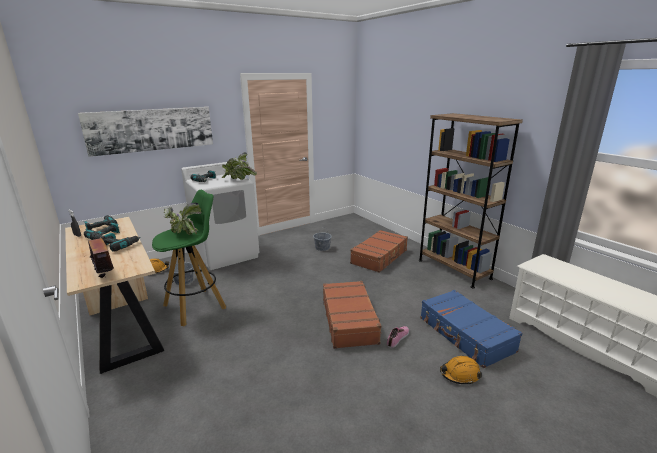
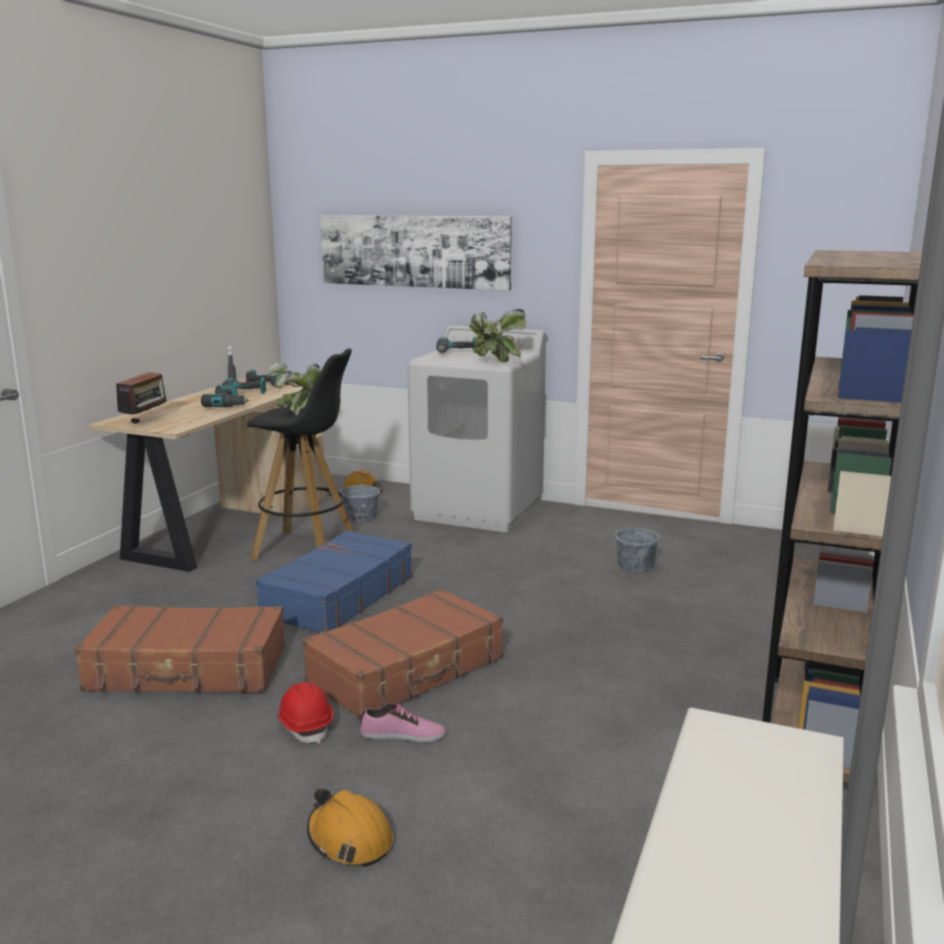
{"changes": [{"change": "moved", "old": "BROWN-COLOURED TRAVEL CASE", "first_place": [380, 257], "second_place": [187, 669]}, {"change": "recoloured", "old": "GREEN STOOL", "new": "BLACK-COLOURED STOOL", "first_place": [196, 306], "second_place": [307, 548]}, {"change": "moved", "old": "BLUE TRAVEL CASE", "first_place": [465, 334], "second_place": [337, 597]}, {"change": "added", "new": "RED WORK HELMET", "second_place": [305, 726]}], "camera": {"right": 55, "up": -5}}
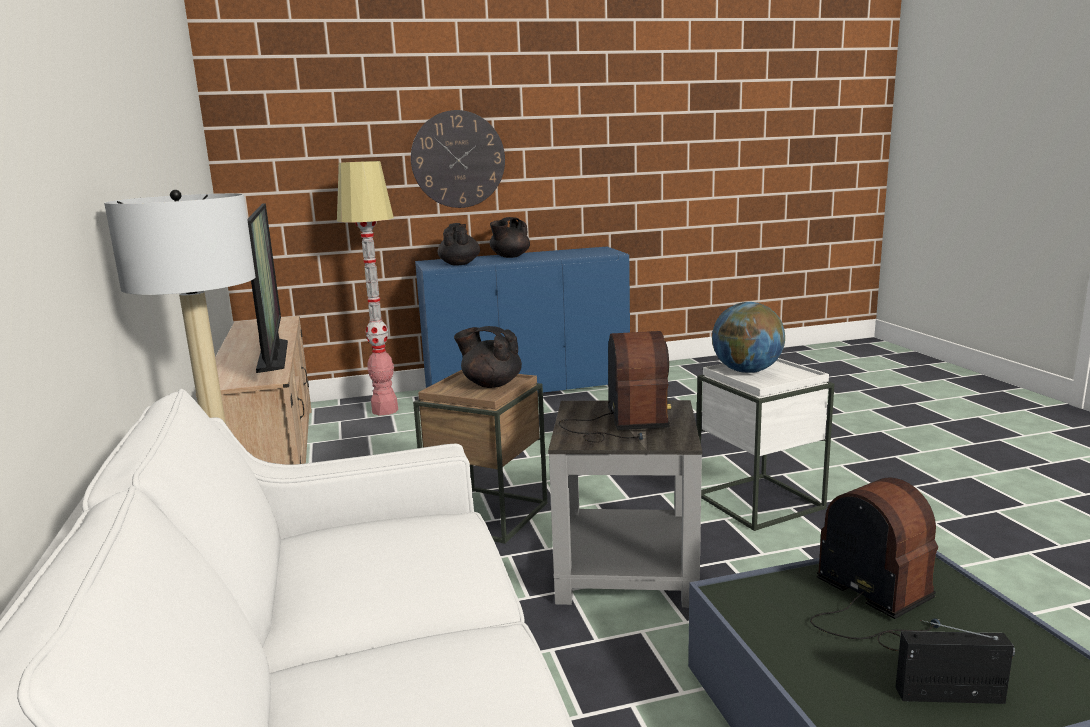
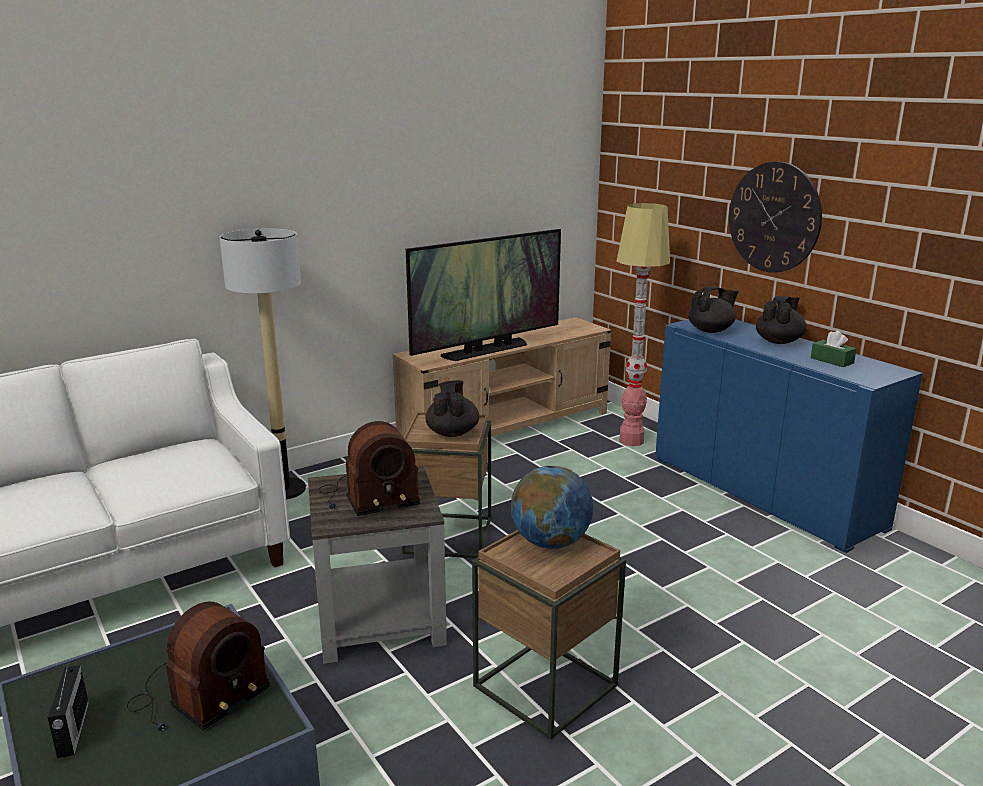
{"changes": [{"change": "recoloured", "old": "WHITE SIDE TABLE", "new": "BROWN-COLOURED SIDE TABLE", "first_place": [758, 501], "second_place": [545, 685]}, {"change": "turned", "old": "BLACK-COLOURED TEA POT", "first_place": [509, 257], "second_place": [779, 341], "degrees": 105}, {"change": "added", "new": "GREEN BOX OF TISSUES", "second_place": [832, 360]}], "camera": {"right": 70, "up": 5}}
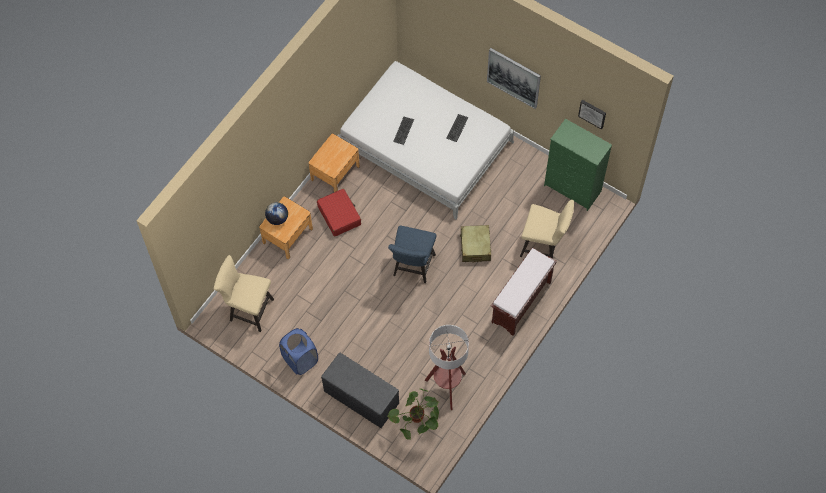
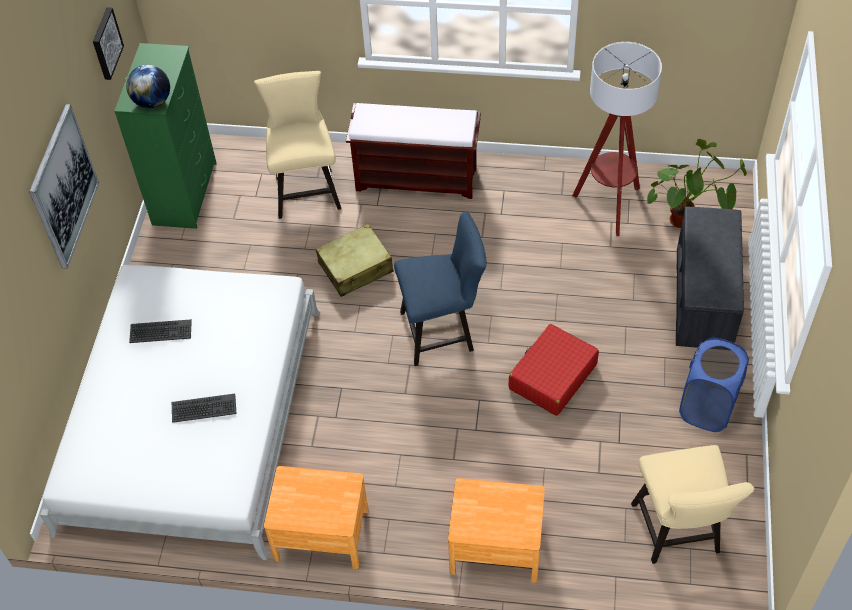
{"changes": [{"change": "moved", "old": "DESK GLOBE", "first_place": [277, 219], "second_place": [152, 102]}, {"change": "moved", "old": "RED TRAVEL CASE", "first_place": [339, 215], "second_place": [552, 377]}], "camera": {"right": -115, "up": -10}}
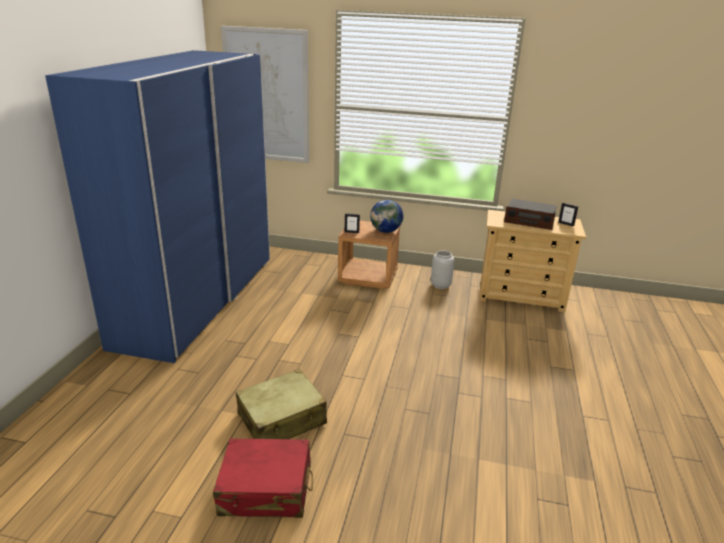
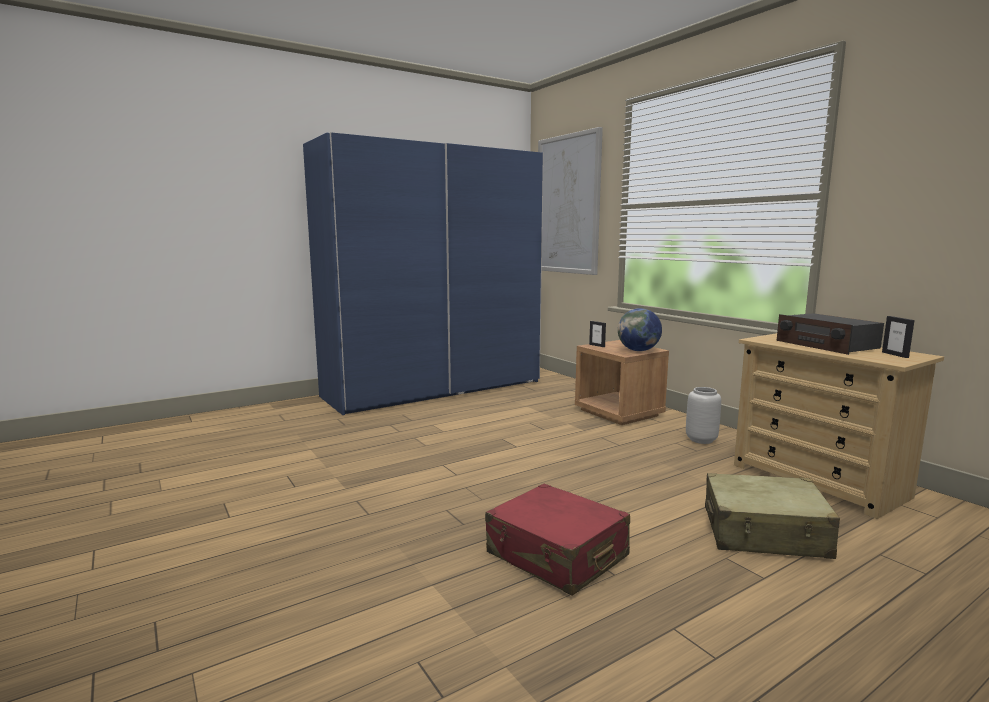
{"changes": [{"change": "moved", "old": "RED TRAVEL CASE", "first_place": [266, 489], "second_place": [556, 555]}, {"change": "moved", "old": "BEIGE-COLOURED TRAVEL CASE", "first_place": [282, 419], "second_place": [764, 533]}], "camera": {"right": 45, "up": -15}}
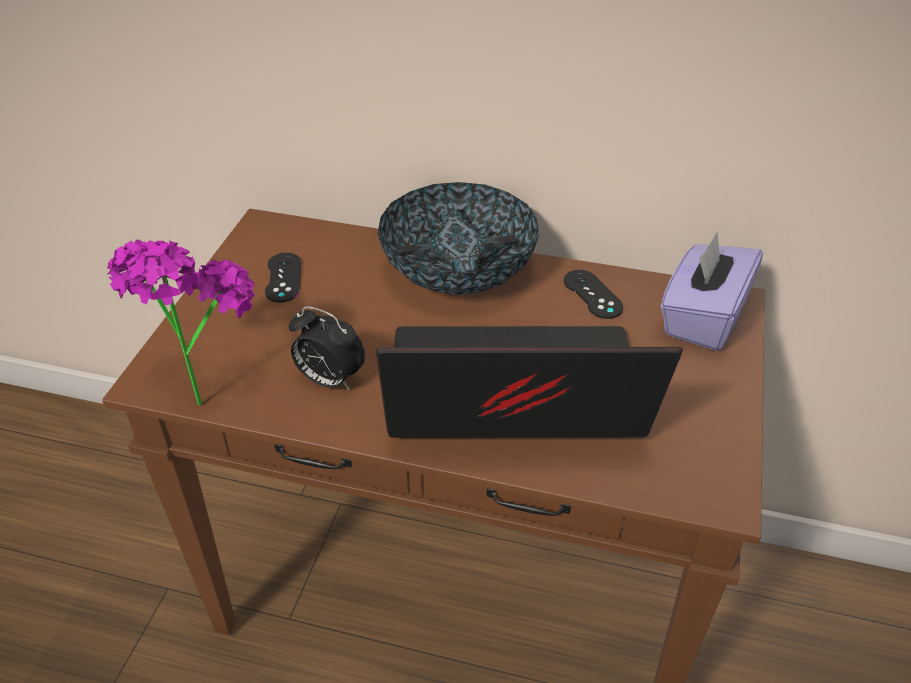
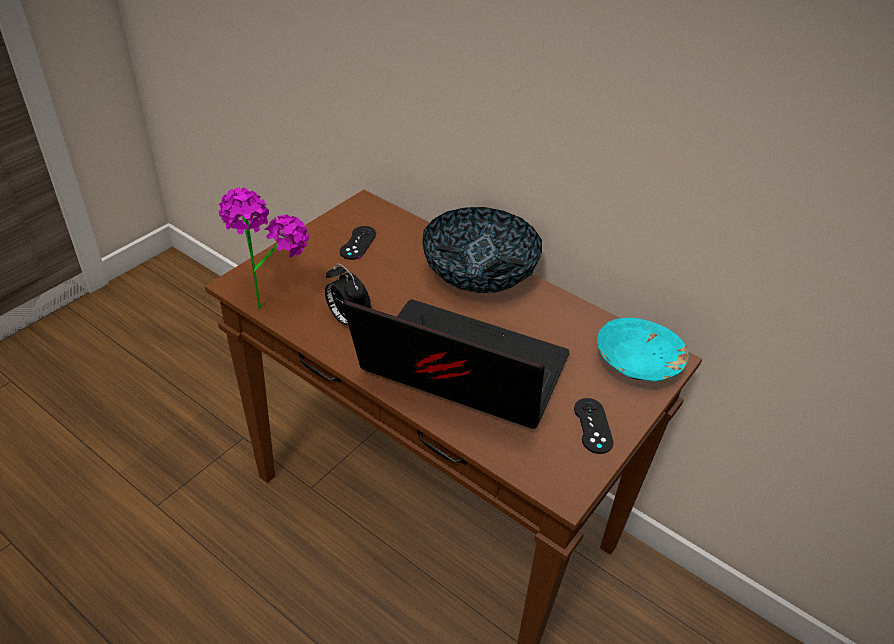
{"changes": [{"change": "moved", "old": "BLACK-COLOURED GAME CONTROLLER", "first_place": [592, 294], "second_place": [593, 425]}, {"change": "replaced", "old": "PURPLISH BOX OF TISSUES", "new": "BLUE-GREEN BOWL", "first_place": [702, 318], "second_place": [637, 363]}], "camera": {"right": 20, "up": 0}}
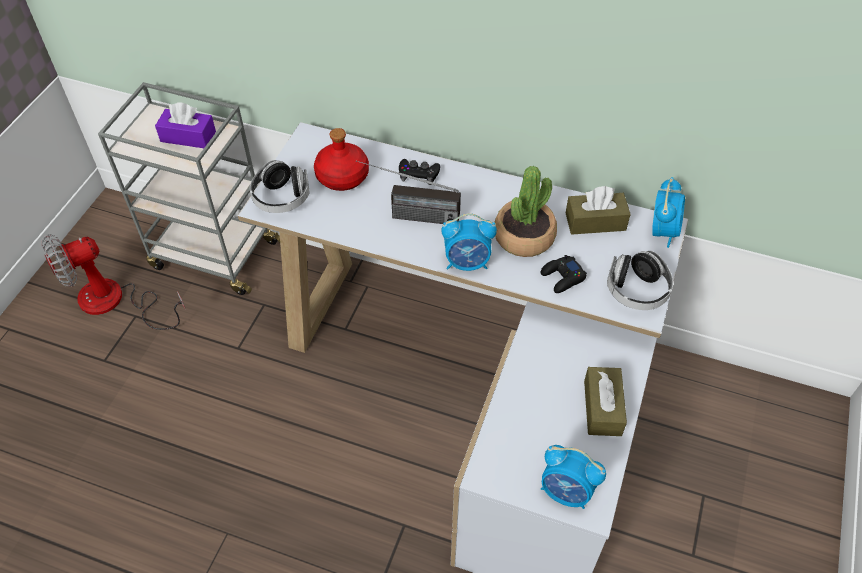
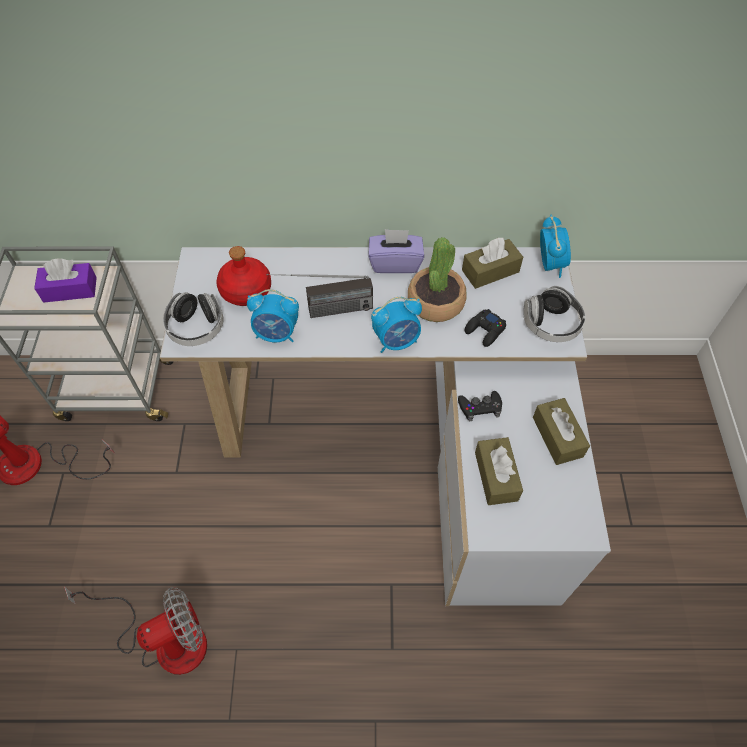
{"changes": [{"change": "added", "new": "COOLING FAN", "second_place": [165, 640]}, {"change": "moved", "old": "TABLE CLOCK", "first_place": [566, 491], "second_place": [277, 334]}, {"change": "added", "new": "PURPLISH BOX OF TISSUES", "second_place": [395, 263]}, {"change": "moved", "old": "BLACK-COLOURED GAME CONTROLLER", "first_place": [418, 174], "second_place": [480, 407]}, {"change": "added", "new": "BROWN-COLOURED BOX OF TISSUES", "second_place": [496, 476]}], "camera": {"right": -20, "up": 5}}
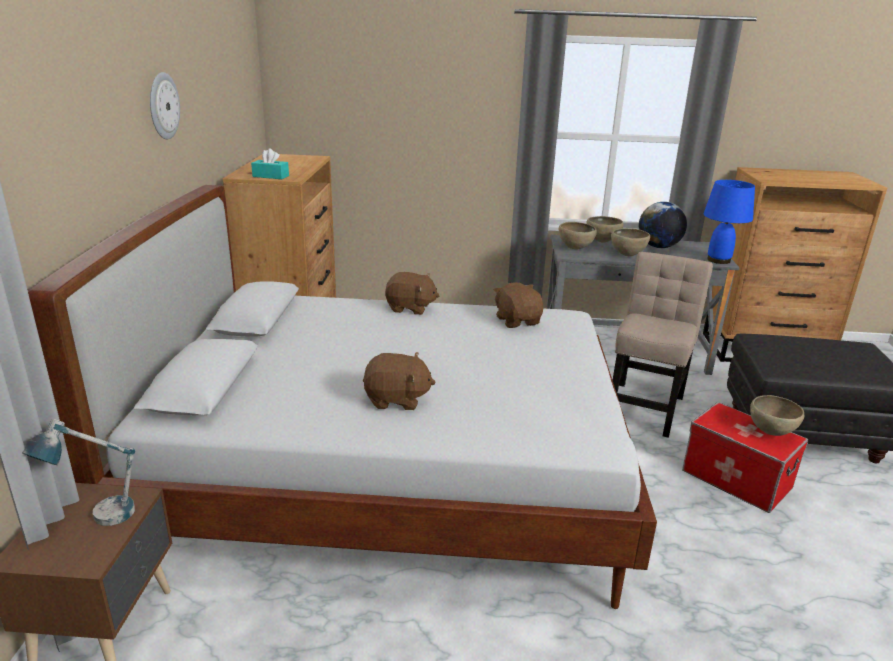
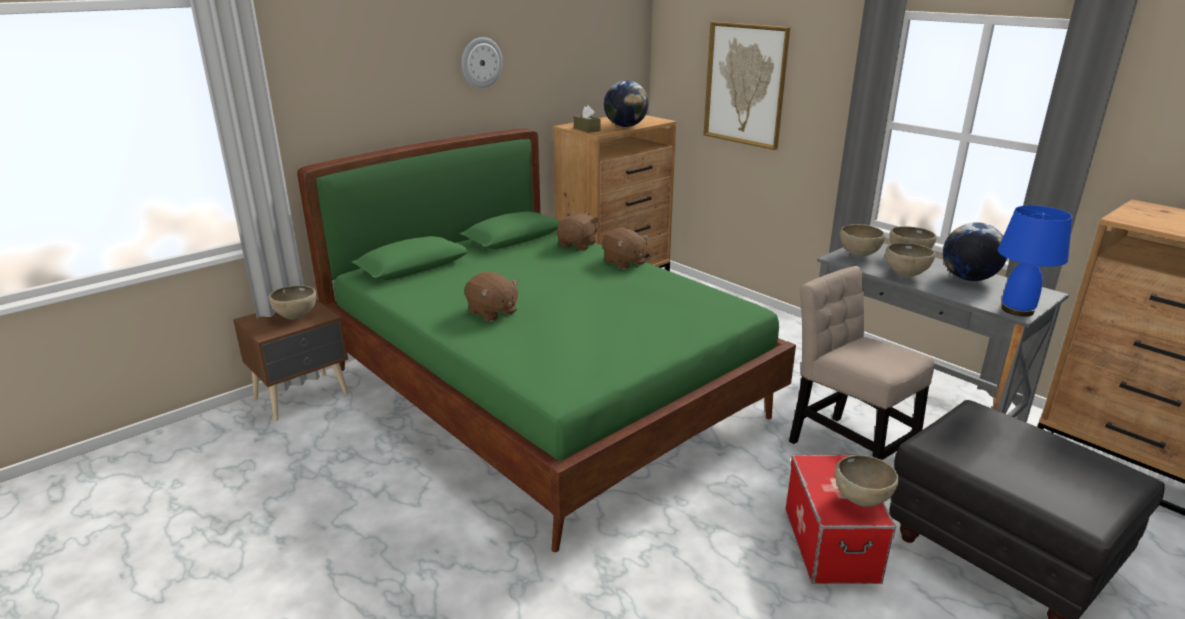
{"changes": [{"change": "replaced", "old": "LAMP FOR A TABLE", "new": "BROWN-COLOURED BOWL", "first_place": [95, 518], "second_place": [296, 317]}, {"change": "recoloured", "old": "WHITE SLEEPING BED", "new": "GREEN SLEEPING BED", "first_place": [388, 474], "second_place": [545, 394]}, {"change": "moved", "old": "BROWN-COLOURED SOFT TOY", "first_place": [517, 321], "second_place": [578, 245]}, {"change": "recoloured", "old": "BLUE-GREEN BOX OF TISSUES", "new": "BROWN-COLOURED BOX OF TISSUES", "first_place": [270, 176], "second_place": [587, 129]}, {"change": "added", "new": "DESK GLOBE", "second_place": [625, 126]}, {"change": "added", "new": "WALL PICTURE", "second_place": [745, 84]}, {"change": "turned", "old": "BEIGE-COLOURED PLAIN CHAIR", "first_place": [645, 406], "second_place": [846, 448], "degrees": -105}], "camera": {"right": 45, "up": 0}}
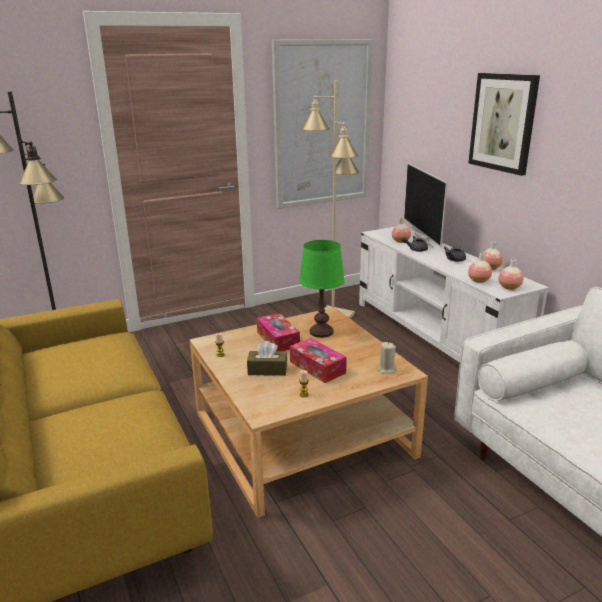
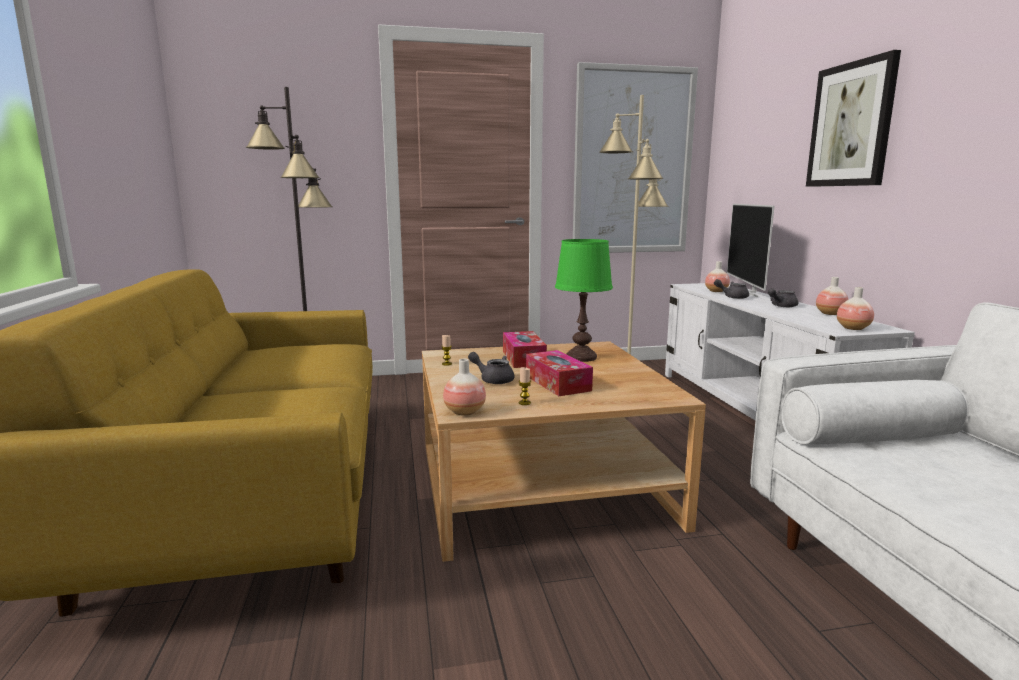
{"changes": [{"change": "moved", "old": "DECORATIVE VASE", "first_place": [478, 281], "second_place": [464, 412]}, {"change": "replaced", "old": "BROWN-COLOURED BOX OF TISSUES", "new": "GREYISH TEA POT", "first_place": [267, 370], "second_place": [493, 379]}, {"change": "removed", "old": "BEIGE-COLOURED WAX LIGHT", "first_place": [386, 369]}], "camera": {"right": 15, "up": -10}}
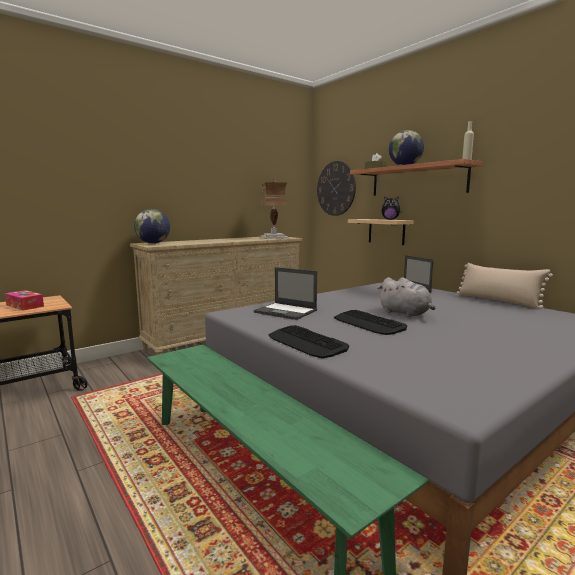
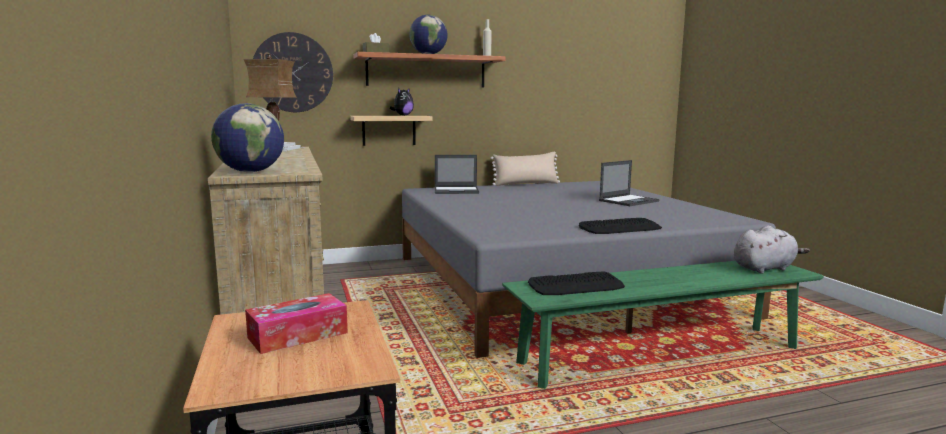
{"changes": [{"change": "moved", "old": "KEYBOARD", "first_place": [368, 323], "second_place": [576, 285]}, {"change": "moved", "old": "NOTEBOOK COMPUTER", "first_place": [286, 311], "second_place": [629, 201]}, {"change": "moved", "old": "GREYISH SOFT TOY", "first_place": [406, 313], "second_place": [765, 268]}], "camera": {"right": -70, "up": 0}}
